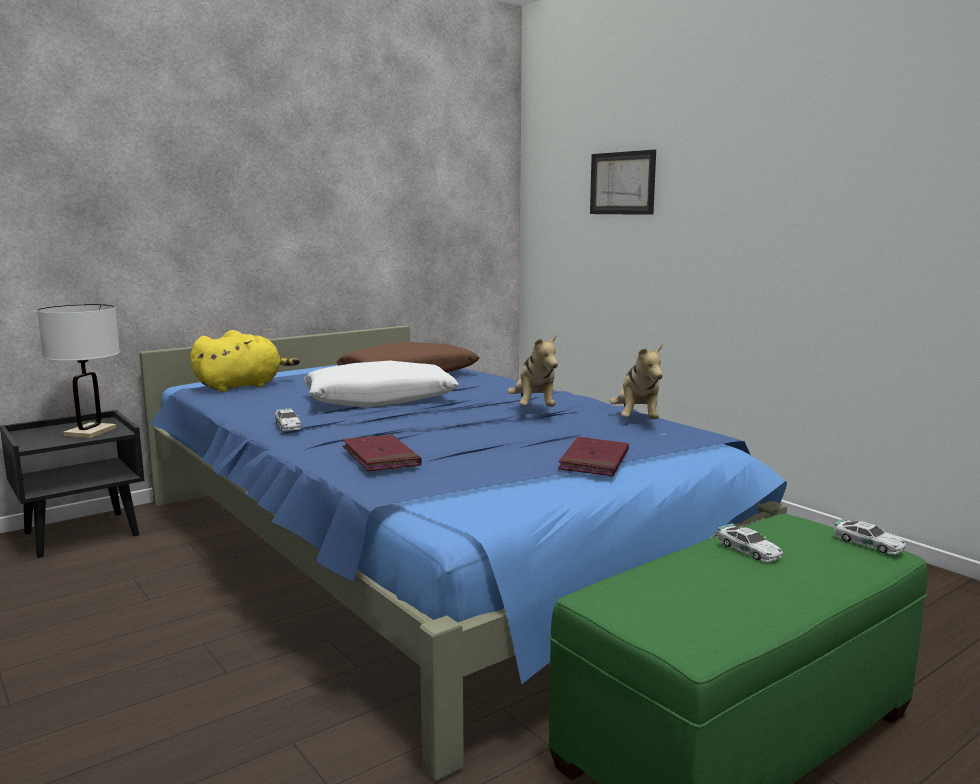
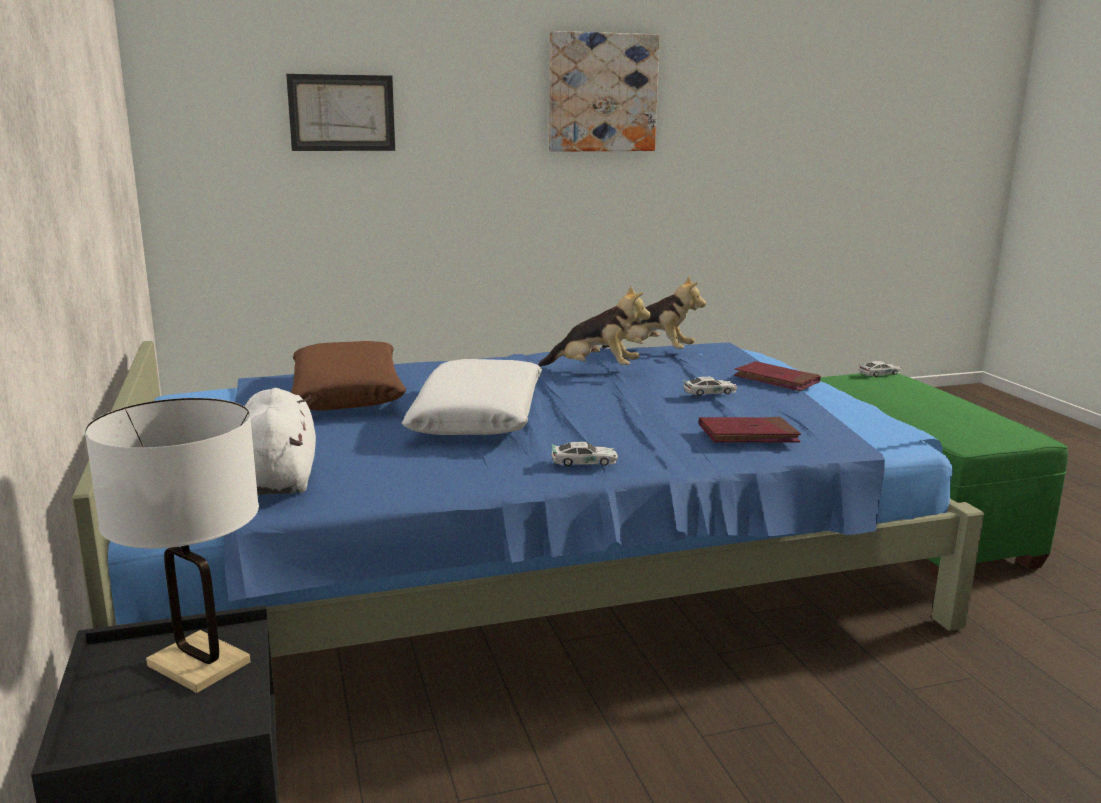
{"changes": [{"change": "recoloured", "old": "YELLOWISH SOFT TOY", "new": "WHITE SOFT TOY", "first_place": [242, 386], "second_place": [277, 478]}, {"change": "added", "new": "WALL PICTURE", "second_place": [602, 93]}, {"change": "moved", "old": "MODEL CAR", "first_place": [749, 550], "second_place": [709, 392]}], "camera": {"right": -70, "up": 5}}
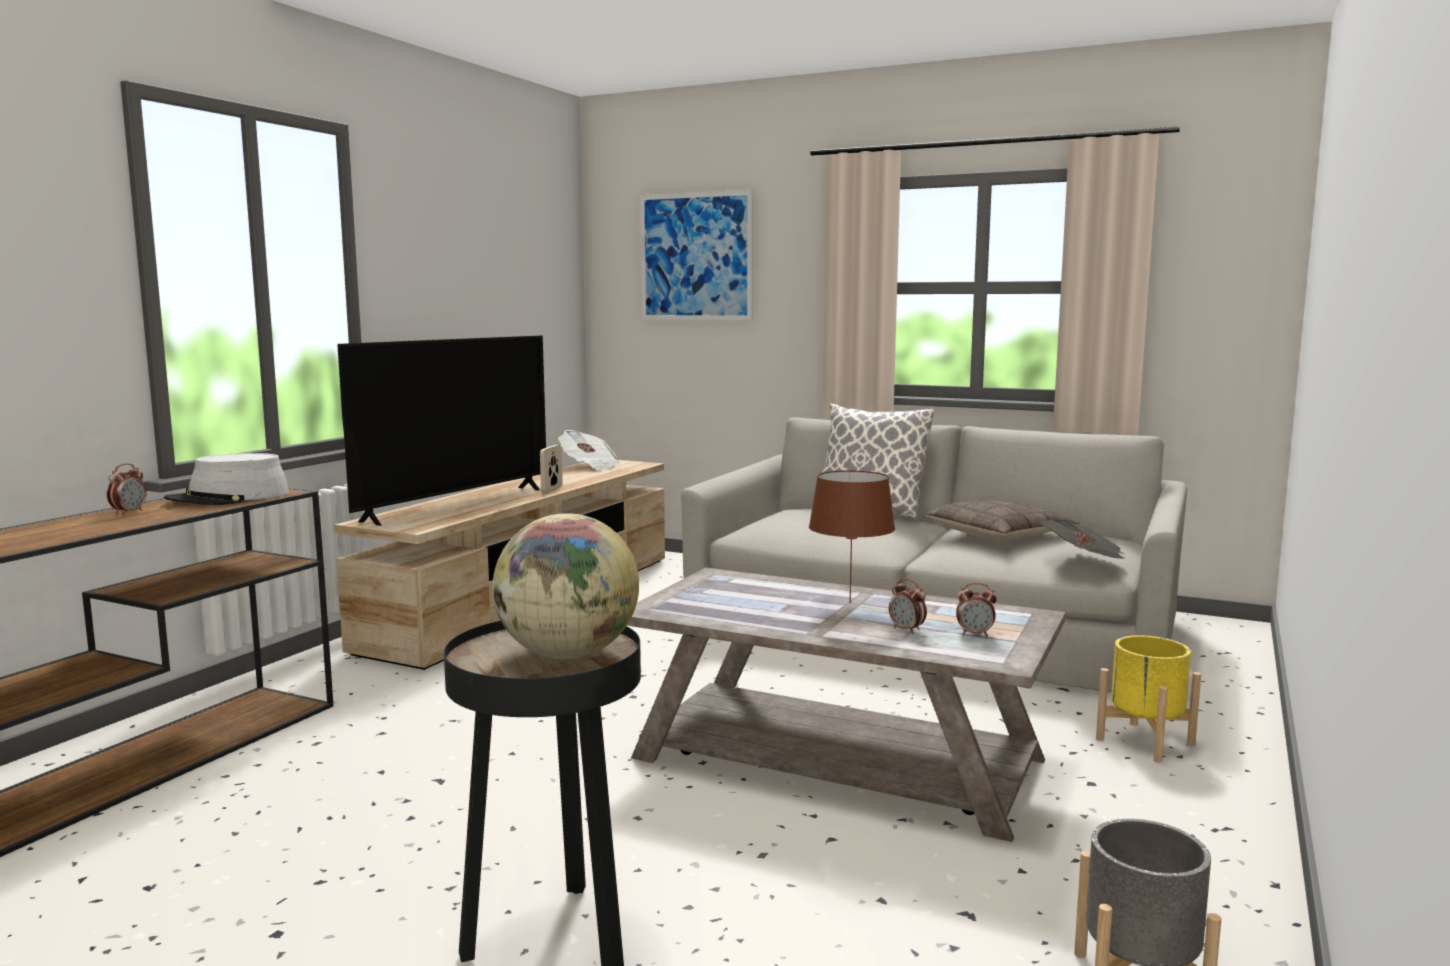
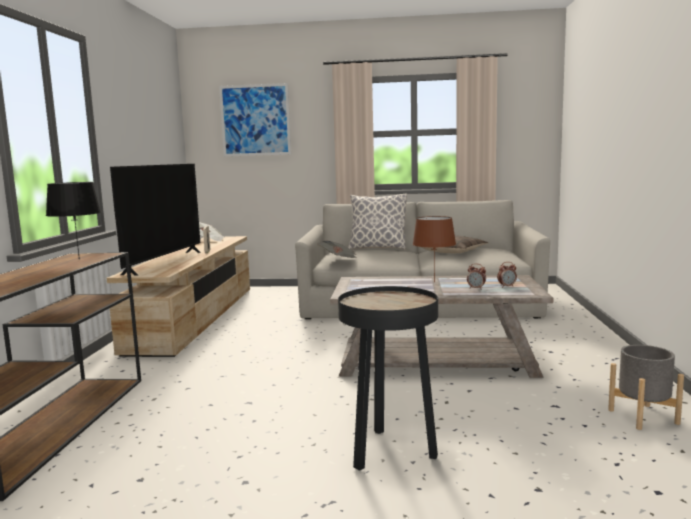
{"changes": [{"change": "replaced", "old": "GREYISH CLOTHING HAT", "new": "BLACK-COLOURED LAMP FOR A TABLE", "first_place": [229, 497], "second_place": [80, 259]}, {"change": "moved", "old": "DAILY PAPER", "first_place": [1084, 562], "second_place": [339, 260]}, {"change": "removed", "old": "TABLE CLOCK", "first_place": [129, 512]}, {"change": "removed", "old": "DESK GLOBE", "first_place": [567, 654]}, {"change": "removed", "old": "YELLOWISH PLANTER", "first_place": [1144, 741]}], "camera": {"right": -20, "up": 0}}
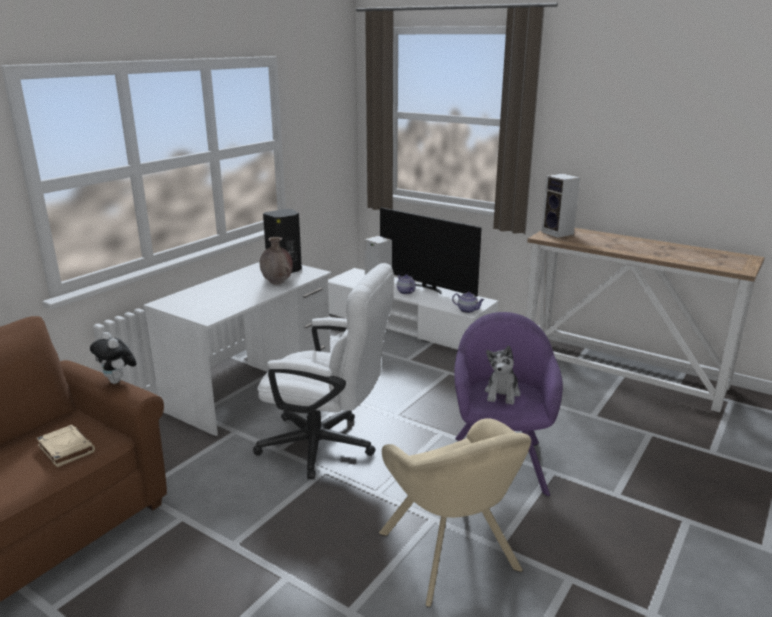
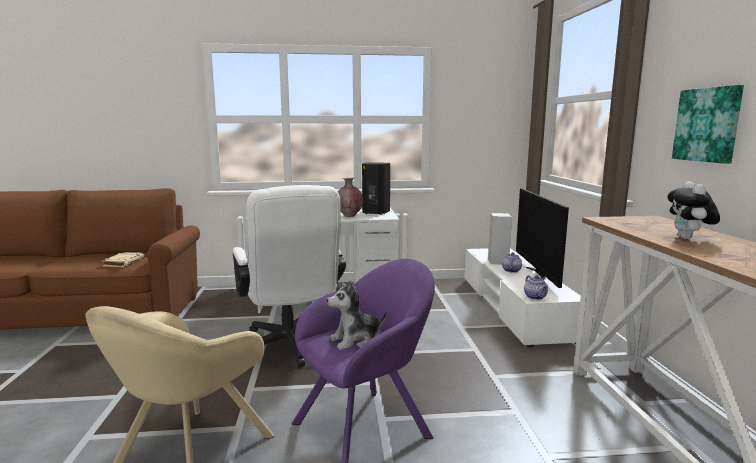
{"changes": [{"change": "moved", "old": "SOFT TOY", "first_place": [118, 381], "second_place": [688, 238]}, {"change": "added", "new": "WALL PICTURE", "second_place": [708, 125]}, {"change": "removed", "old": "LOUDSPEAKER", "first_place": [558, 233]}], "camera": {"right": 50, "up": -10}}
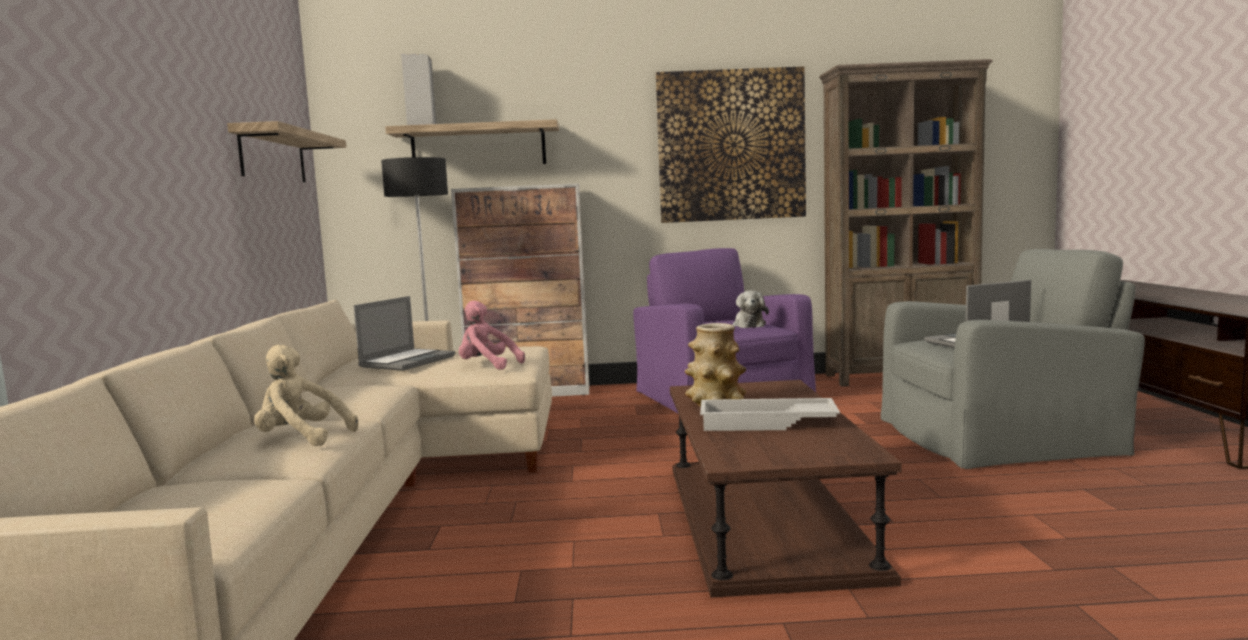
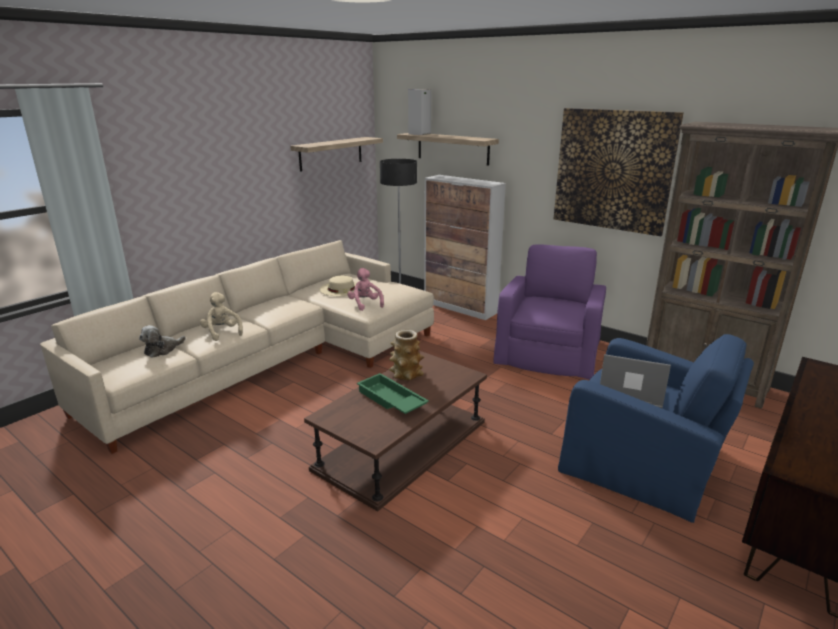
{"changes": [{"change": "moved", "old": "SOFT TOY", "first_place": [749, 325], "second_place": [162, 350]}, {"change": "replaced", "old": "NOTEBOOK COMPUTER", "new": "BEIGE-COLOURED CLOTHING HAT", "first_place": [407, 361], "second_place": [341, 288]}, {"change": "recoloured", "old": "WHITE CARRYING TRAY", "new": "GREEN CARRYING TRAY", "first_place": [766, 423], "second_place": [390, 400]}, {"change": "recoloured", "old": "GREYISH LOUNGE CHAIR", "new": "BLUE LOUNGE CHAIR", "first_place": [999, 436], "second_place": [643, 461]}], "camera": {"right": 40, "up": 15}}
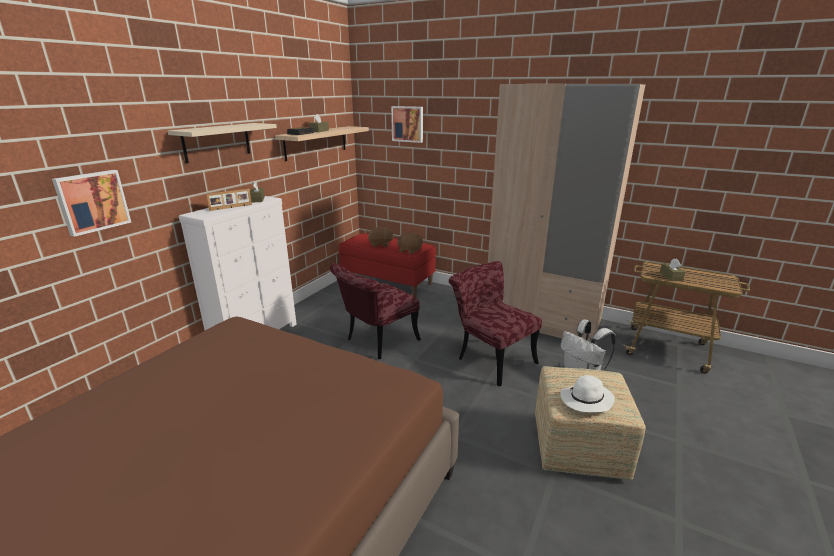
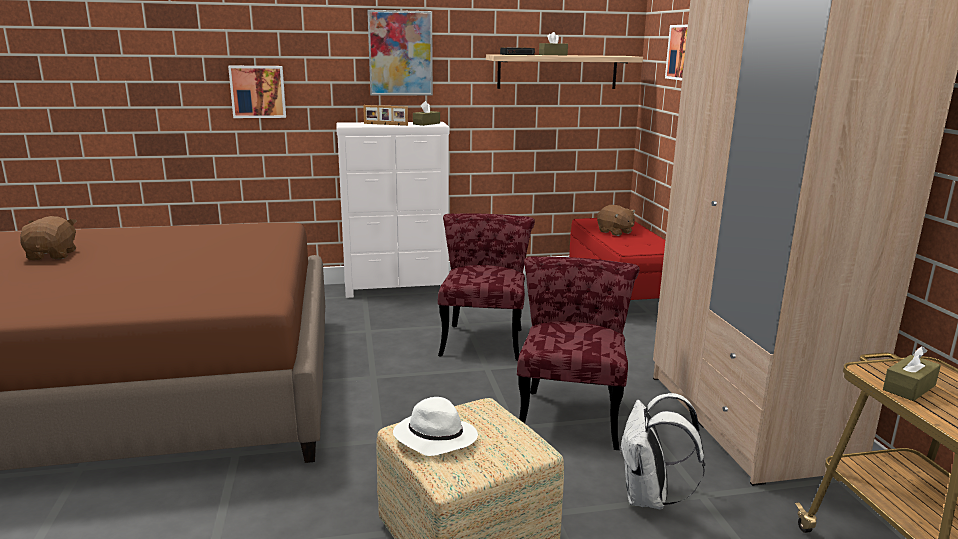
{"changes": [{"change": "moved", "old": "BROWN-COLOURED SOFT TOY", "first_place": [409, 250], "second_place": [53, 255]}, {"change": "replaced", "old": "BEIGE-COLOURED WALL SHELF", "new": "WALL PICTURE", "first_place": [217, 142], "second_place": [400, 53]}, {"change": "turned", "old": "RED PLAIN CHAIR", "first_place": [377, 342], "second_place": [484, 338], "degrees": 90}], "camera": {"right": 50, "up": -5}}
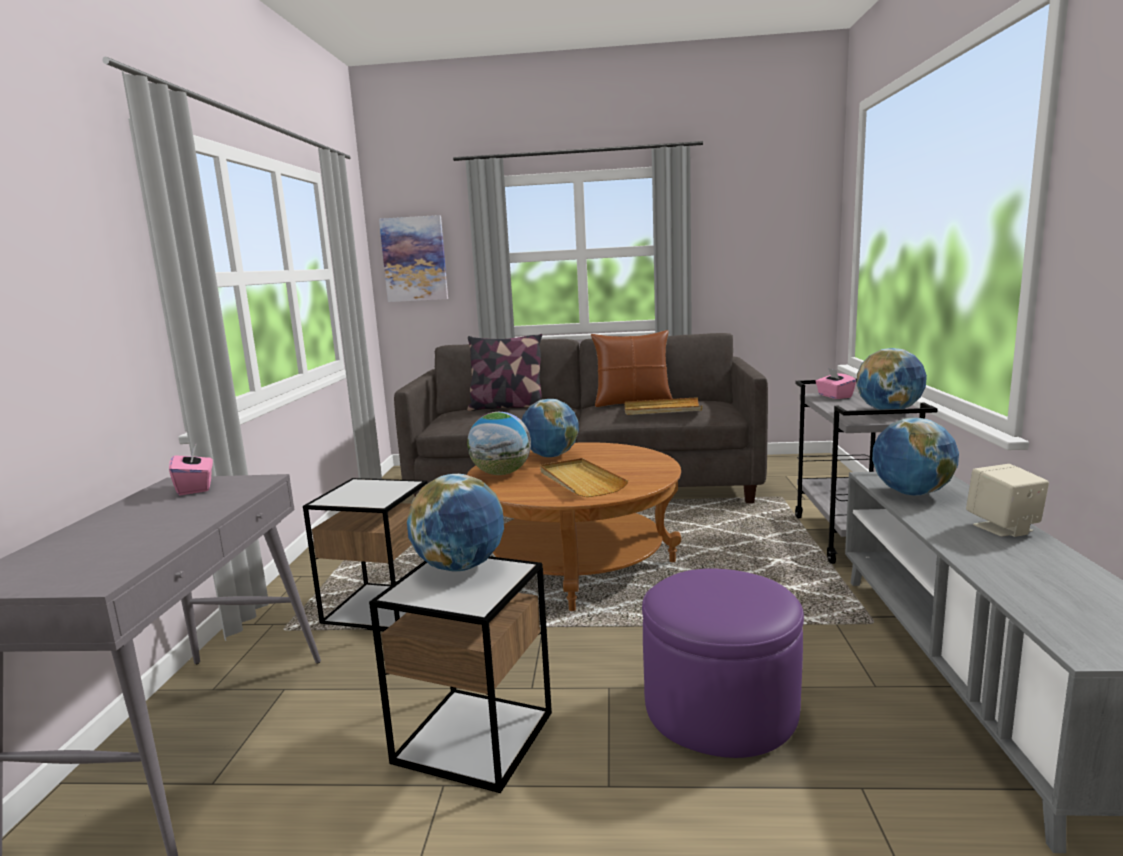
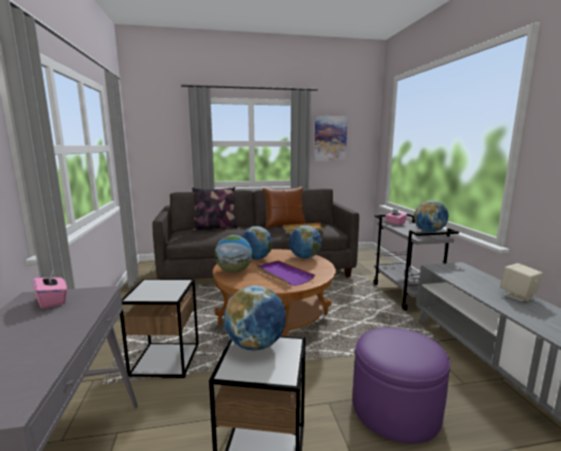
{"changes": [{"change": "recoloured", "old": "BEIGE-COLOURED CARRYING TRAY", "new": "PURPLISH CARRYING TRAY", "first_place": [580, 481], "second_place": [283, 275]}, {"change": "moved", "old": "DESK GLOBE", "first_place": [911, 493], "second_place": [304, 257]}, {"change": "moved", "old": "WALL PICTURE", "first_place": [414, 259], "second_place": [330, 138]}], "camera": {"right": -15, "up": 0}}
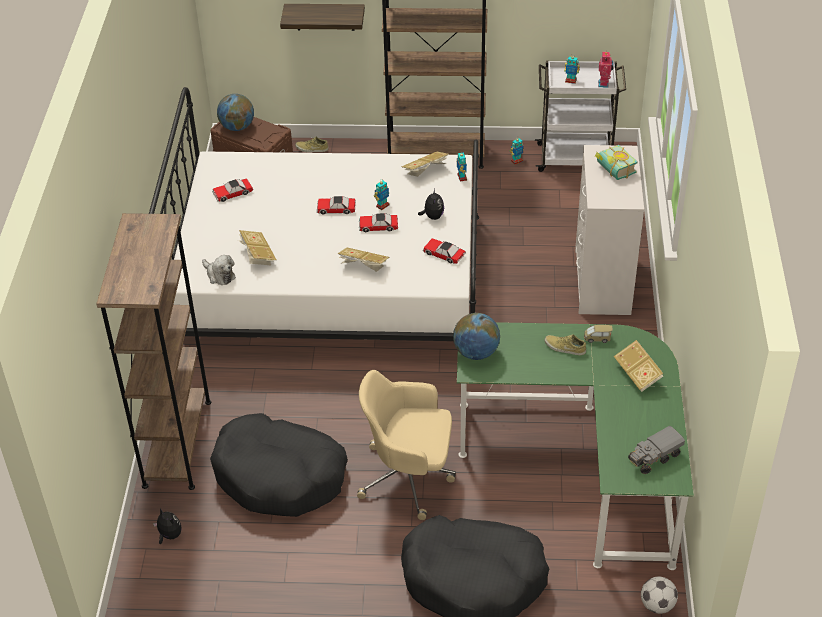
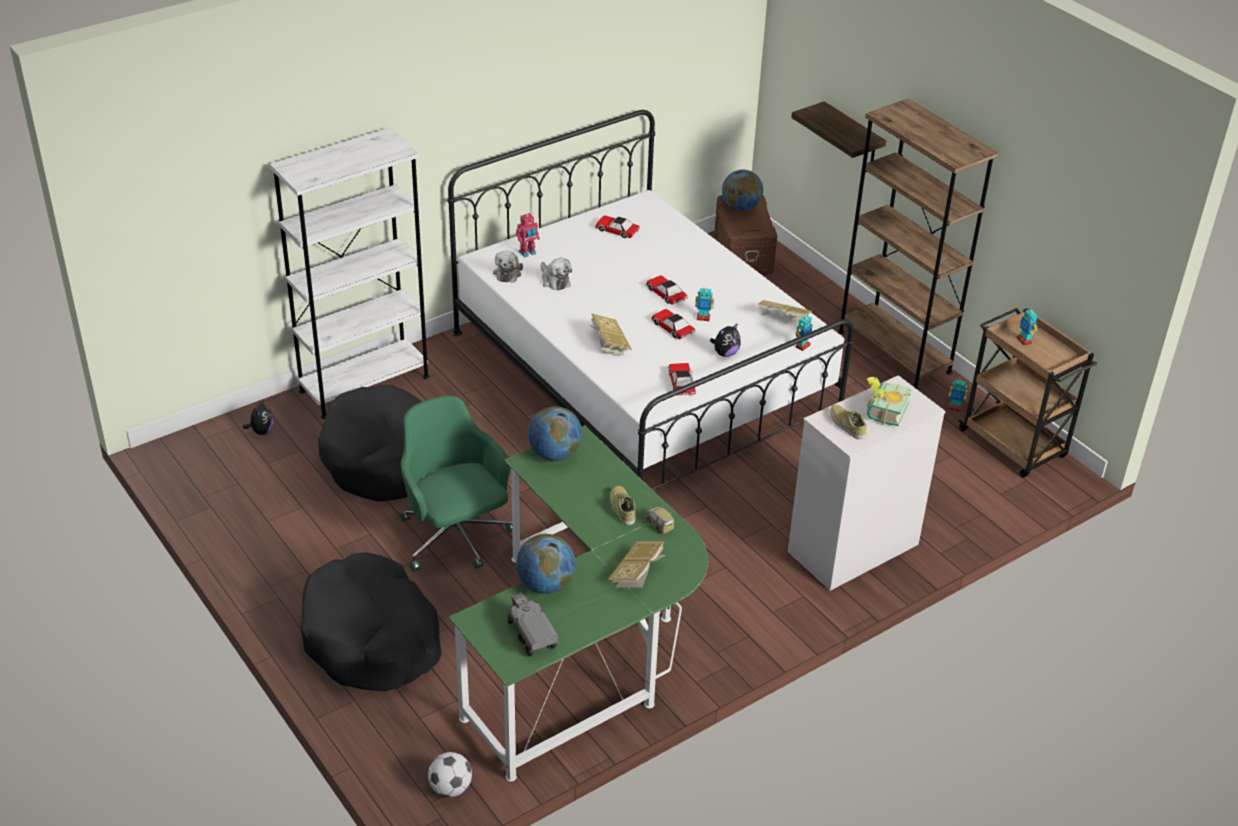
{"changes": [{"change": "recoloured", "old": "BROWN-COLOURED BOOKSHELF", "new": "WHITE BOOKSHELF", "first_place": [177, 443], "second_place": [364, 384]}, {"change": "recoloured", "old": "BEIGE-COLOURED DESK CHAIR", "new": "GREEN DESK CHAIR", "first_place": [409, 477], "second_place": [455, 538]}, {"change": "turned", "old": "TOY TRUCK", "first_place": [654, 457], "second_place": [531, 634], "degrees": 45}, {"change": "moved", "old": "MODEL ROBOT", "first_place": [604, 84], "second_place": [528, 253]}, {"change": "added", "new": "DESK GLOBE", "second_place": [545, 584]}, {"change": "replaced", "old": "VOLUME", "new": "SOFT TOY", "first_place": [257, 256], "second_place": [554, 280]}, {"change": "moved", "old": "BEIGE-COLOURED SHOE", "first_place": [311, 149], "second_place": [846, 425]}, {"change": "recoloured", "old": "WHITE WHEELED CART", "new": "BROWN-COLOURED WHEELED CART", "first_place": [575, 158], "second_place": [1014, 445]}], "camera": {"right": 50, "up": -5}}
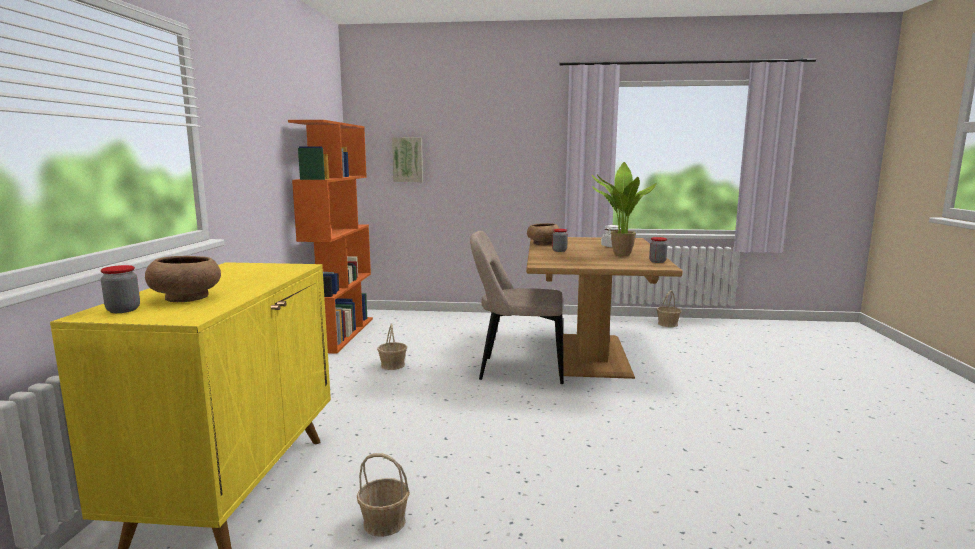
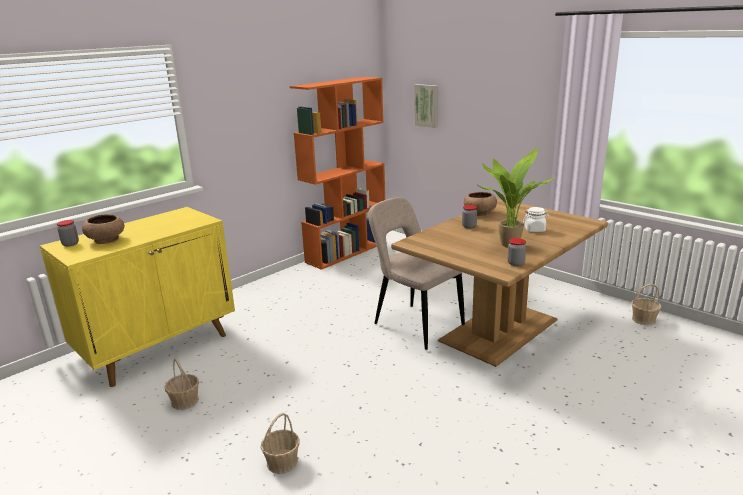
{"changes": [{"change": "moved", "old": "BASKET", "first_place": [393, 365], "second_place": [282, 462]}], "camera": {"right": 40, "up": 10}}
